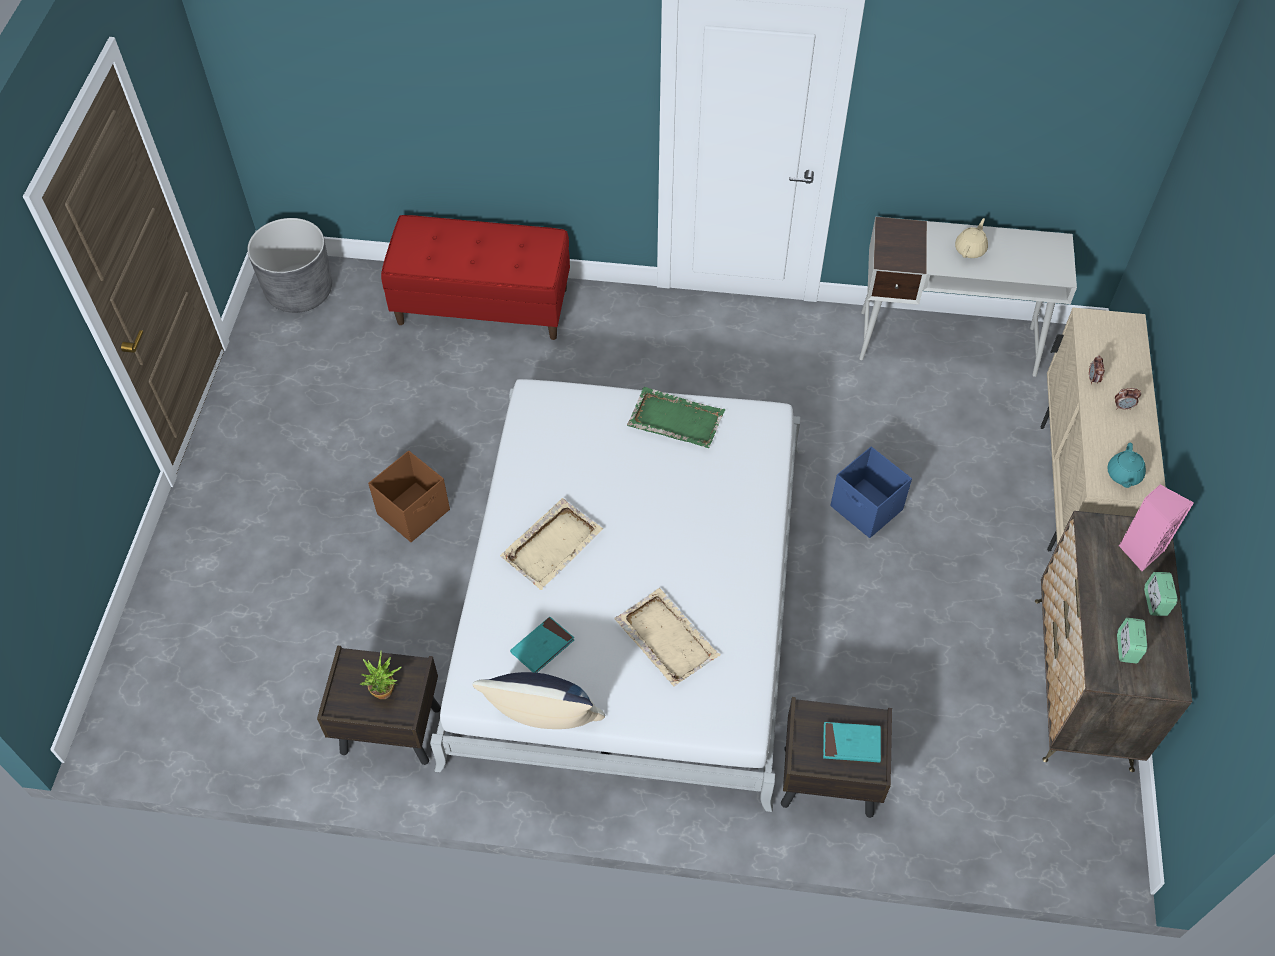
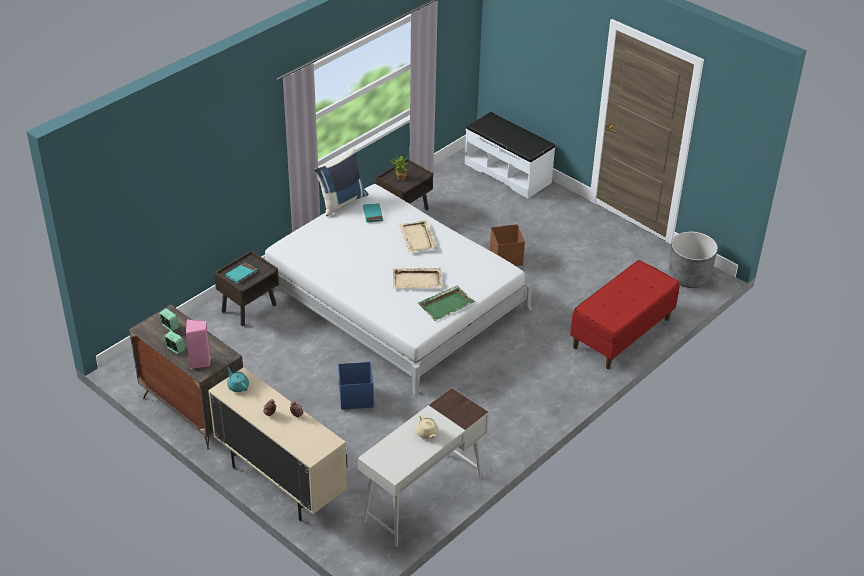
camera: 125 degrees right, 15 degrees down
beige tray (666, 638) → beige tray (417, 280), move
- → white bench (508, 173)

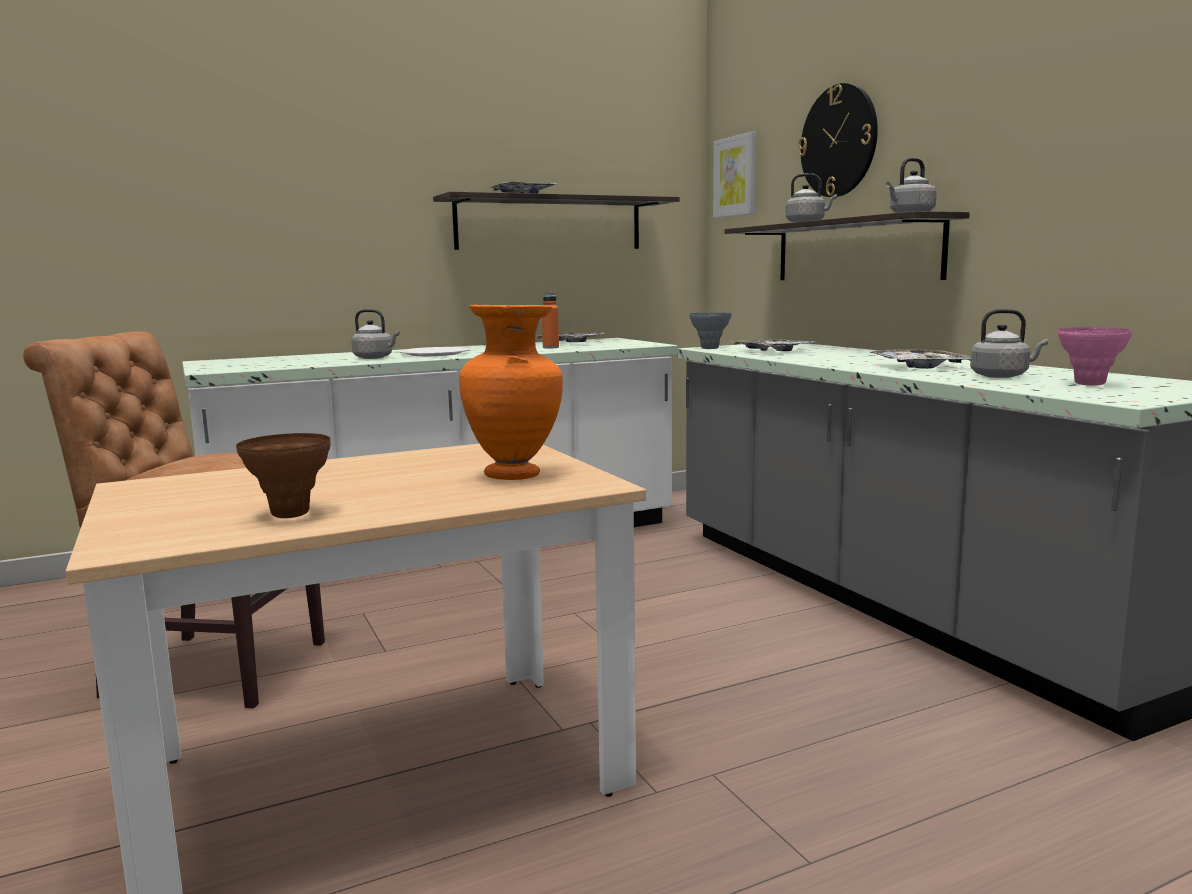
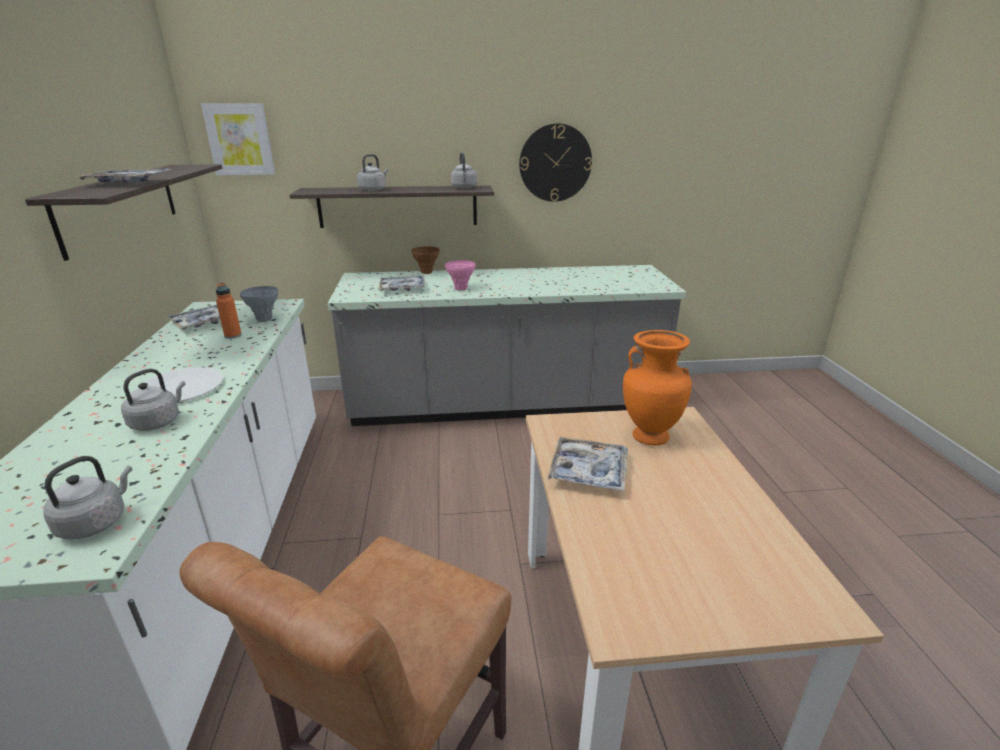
camera: 70 degrees left, 15 degrees up
wall clock (838, 141) → wall clock (555, 163), move
grey kettle (1002, 376) → grey kettle (96, 522), move
grey vase (710, 348) → grey vase (264, 319), move
pink vase (1089, 384) → pink vase (461, 289), move
tray (920, 366) → tray (588, 471), move
brown vase (290, 514) → brown vase (426, 272), move

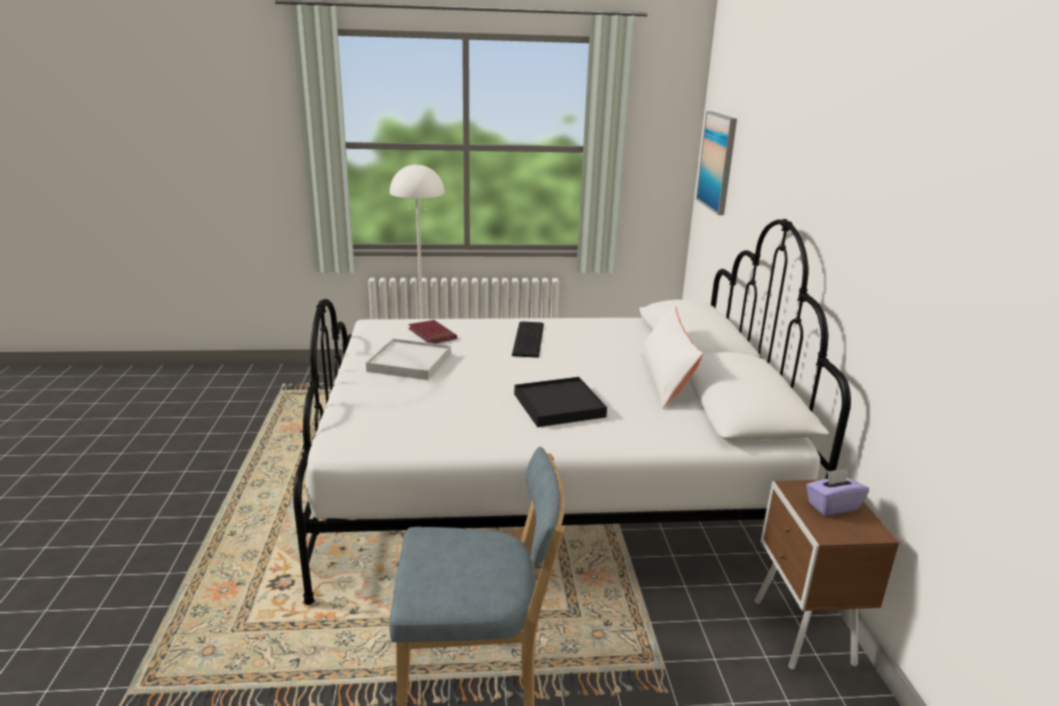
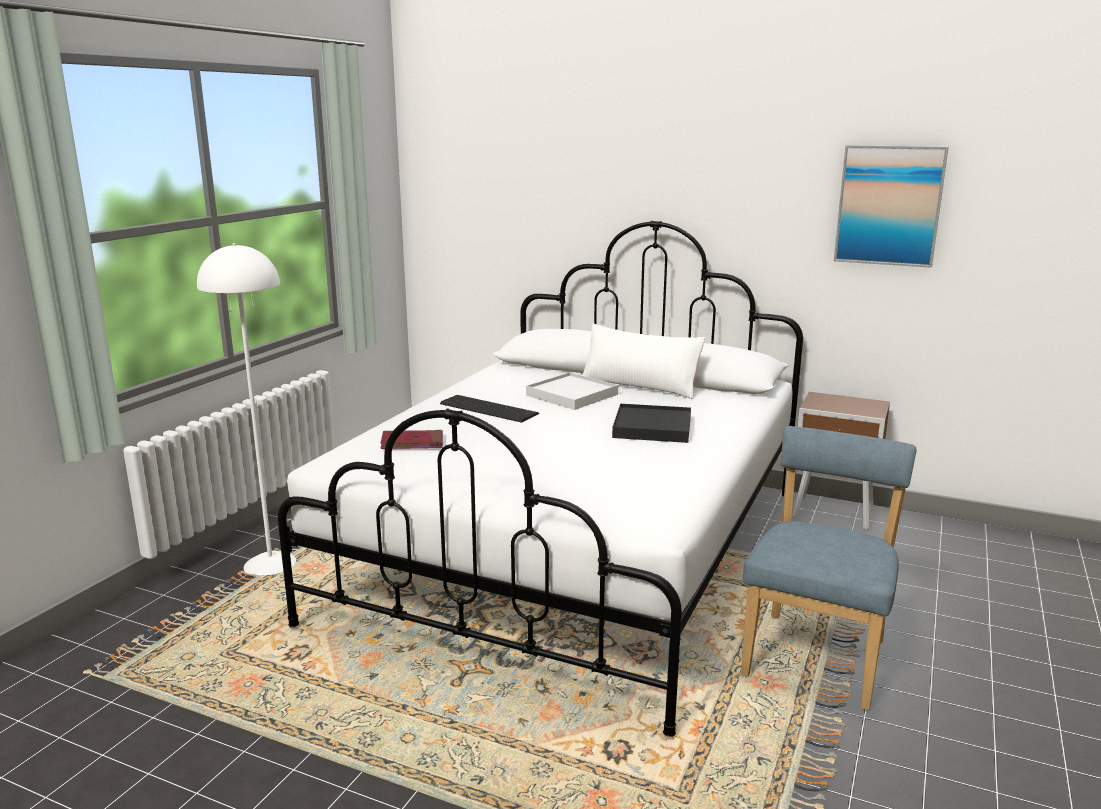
camera: 60 degrees left, 5 degrees down
picture (717, 162) → picture (889, 205), move
white tray (409, 363) → white tray (572, 395), move
purple tissue box (832, 506) → -

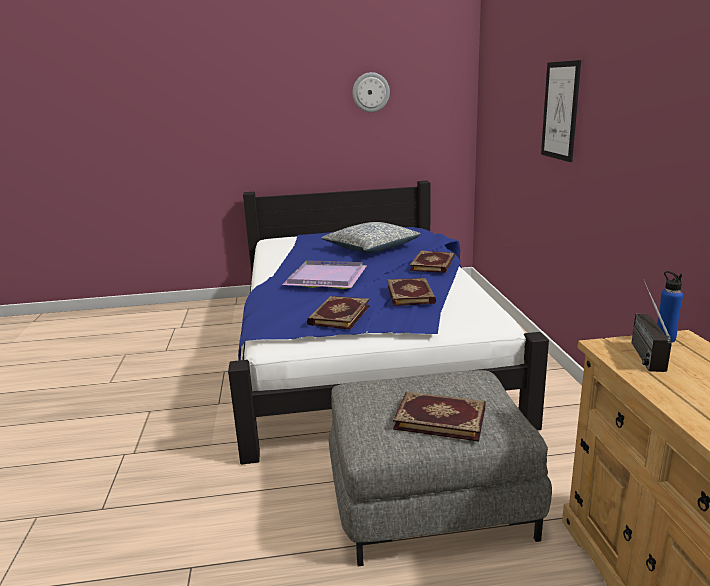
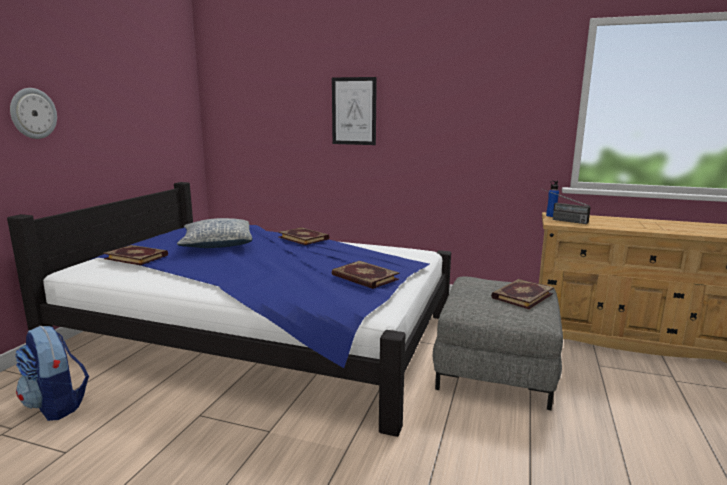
camera: 65 degrees left, 5 degrees down
wall clock (370, 92) → wall clock (33, 113), move
purple tray (327, 278) → -
book (411, 294) → book (137, 257), move
- → backpack (57, 405)

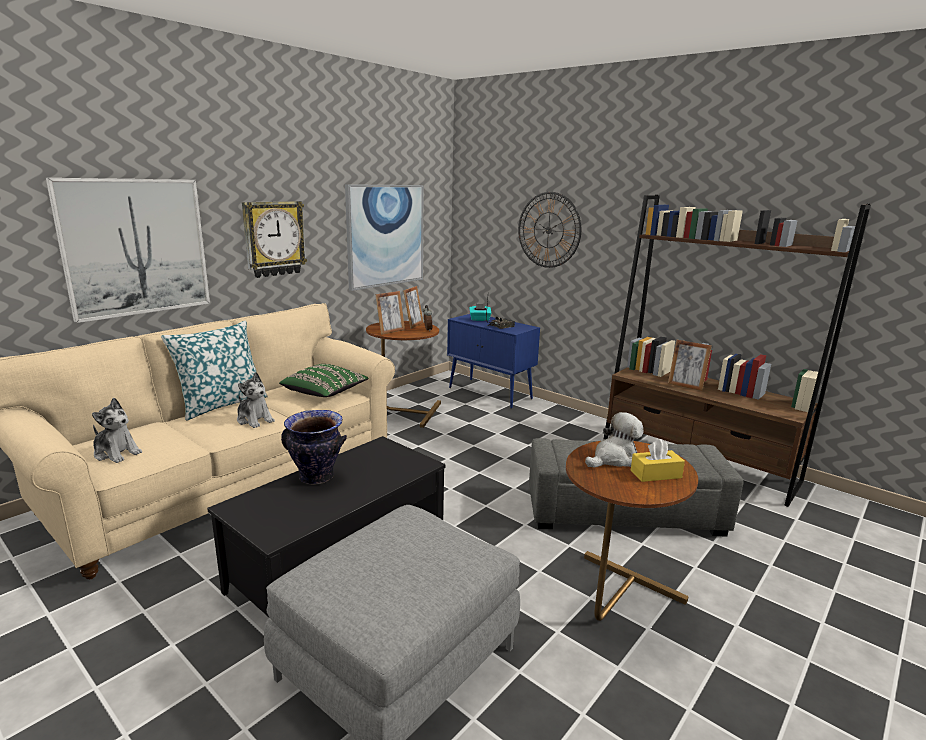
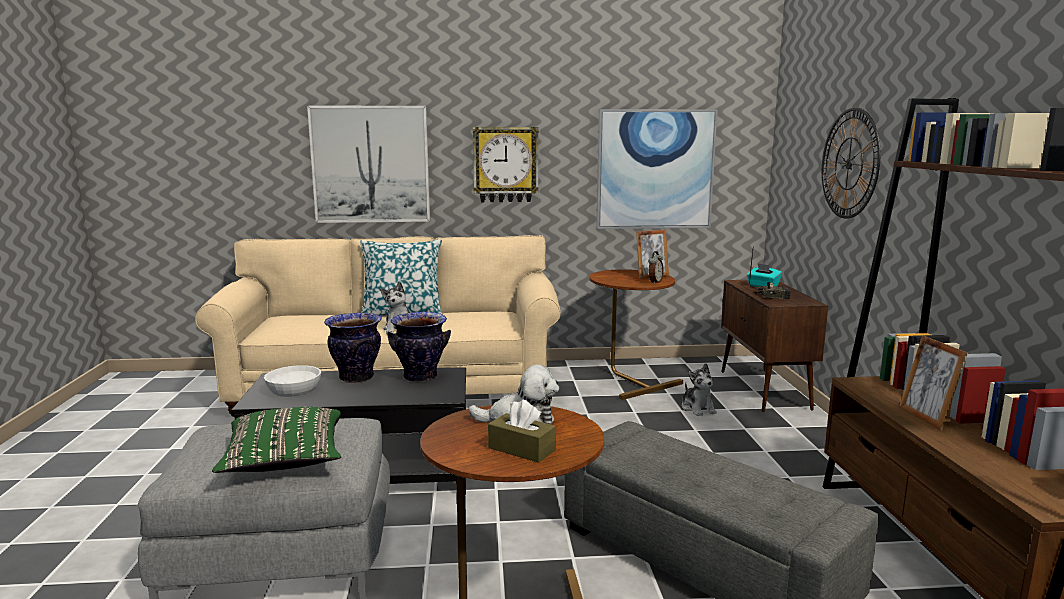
camera: 45 degrees right, 5 degrees down
picture frame (390, 331) → -
blue cabinet (490, 393) → brown cabinet (764, 390)
green pillow (325, 393) → green pillow (284, 461), move
plush toy (117, 453) → plush toy (697, 408), move
yellow tissue box (655, 474) → brown tissue box (522, 449)
- → vase (420, 377)
- → white bowl (293, 390)

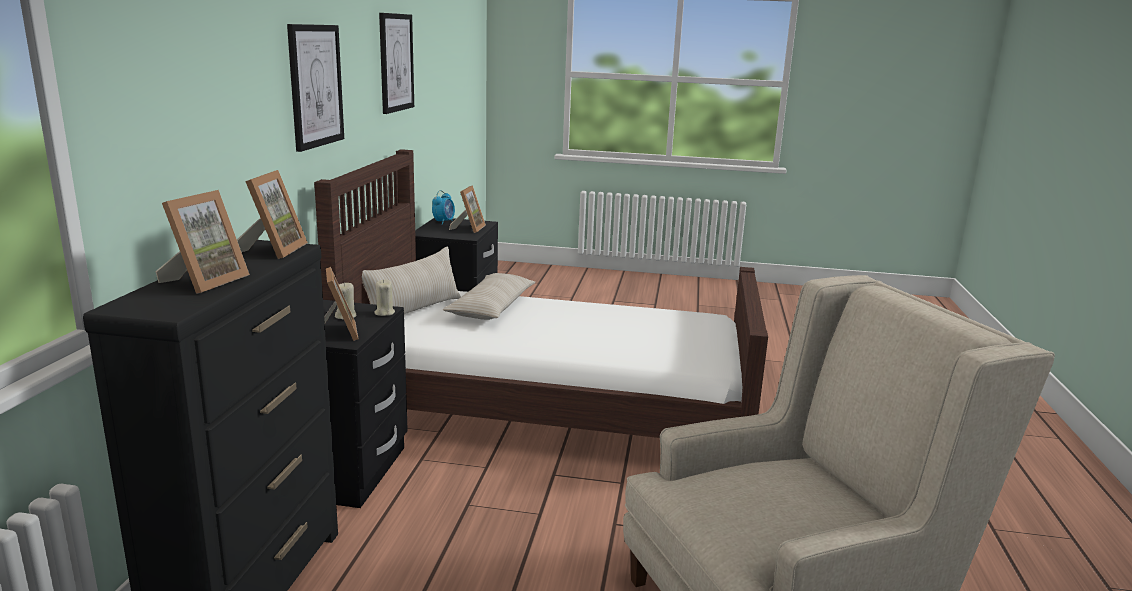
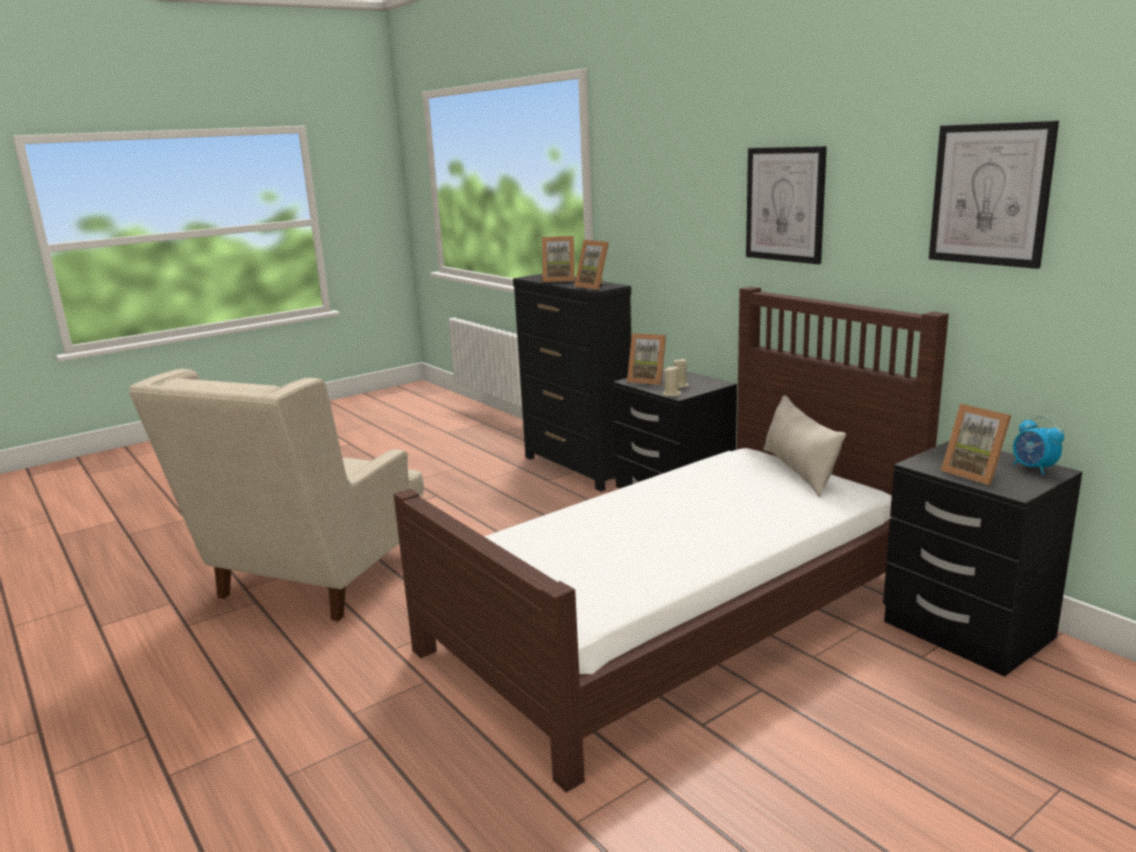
camera: 135 degrees right, 0 degrees up
picture frame (205, 281) → picture frame (559, 280), 60 degrees counterclockwise
beige pillow (491, 308) → -

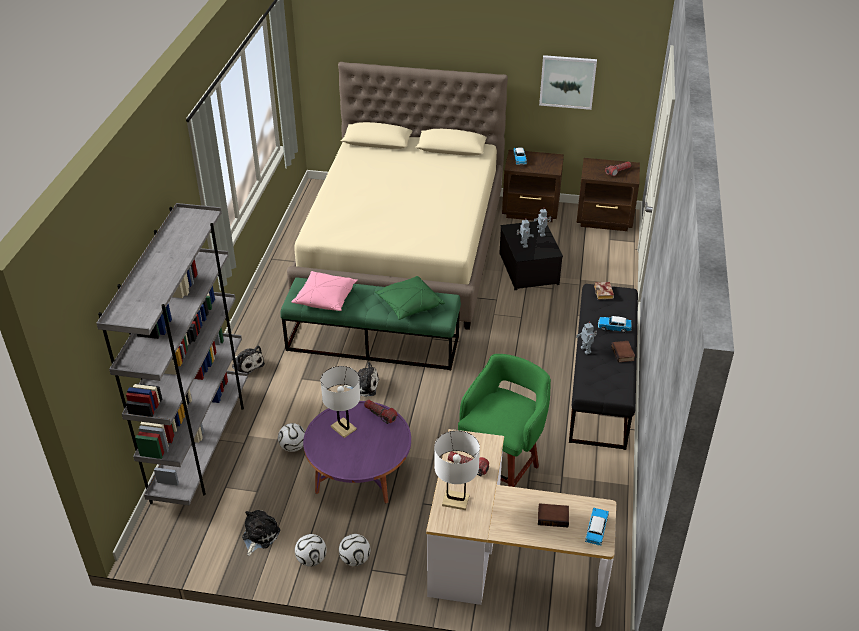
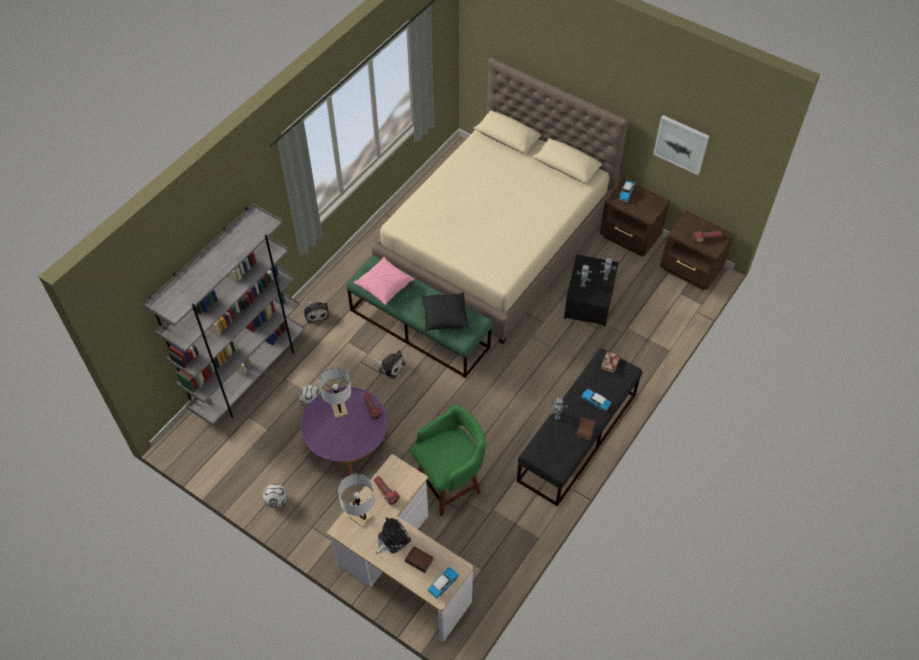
camera: 25 degrees right, 15 degrees up
green pillow (409, 305) → black pillow (444, 317)
plush toy (259, 536) → plush toy (392, 539), move
football (355, 559) → -

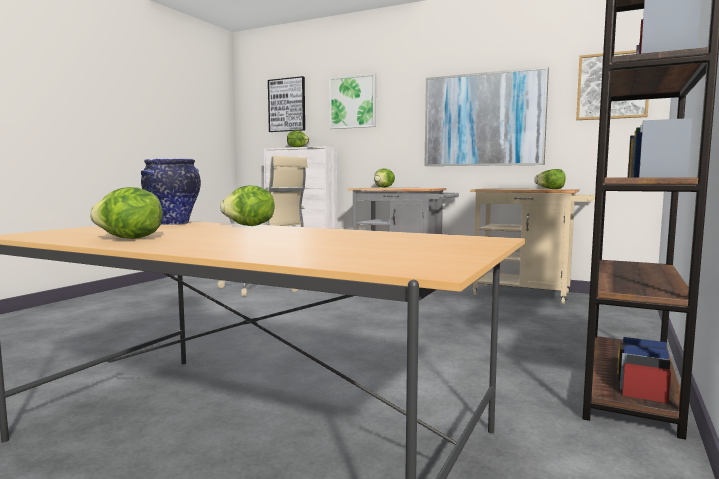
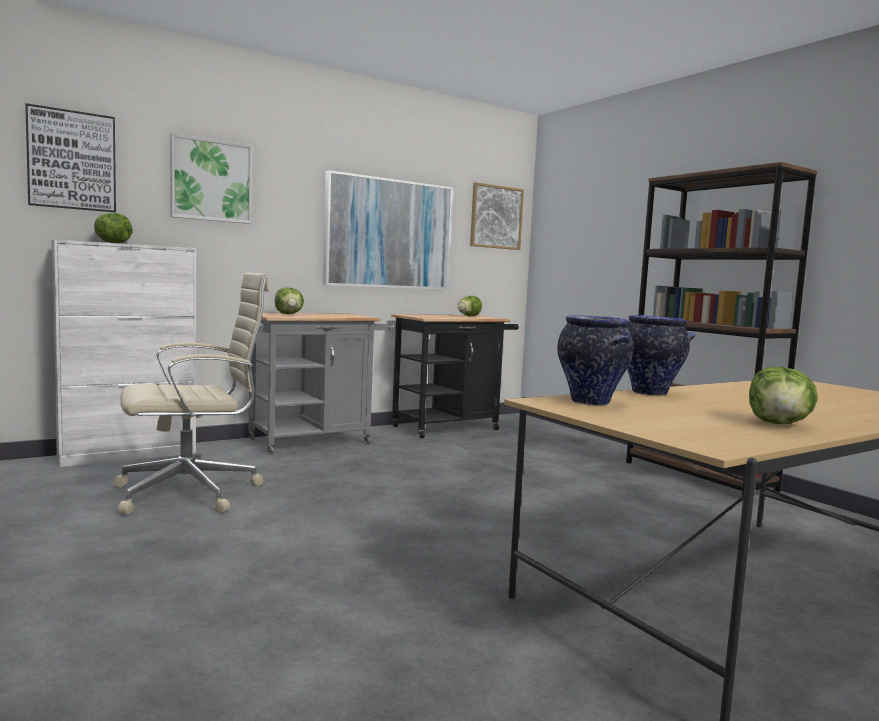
camera: 60 degrees left, 0 degrees up
lettuce (250, 226) → vase (650, 393)
beige cart (528, 294) → black cart (451, 427)

